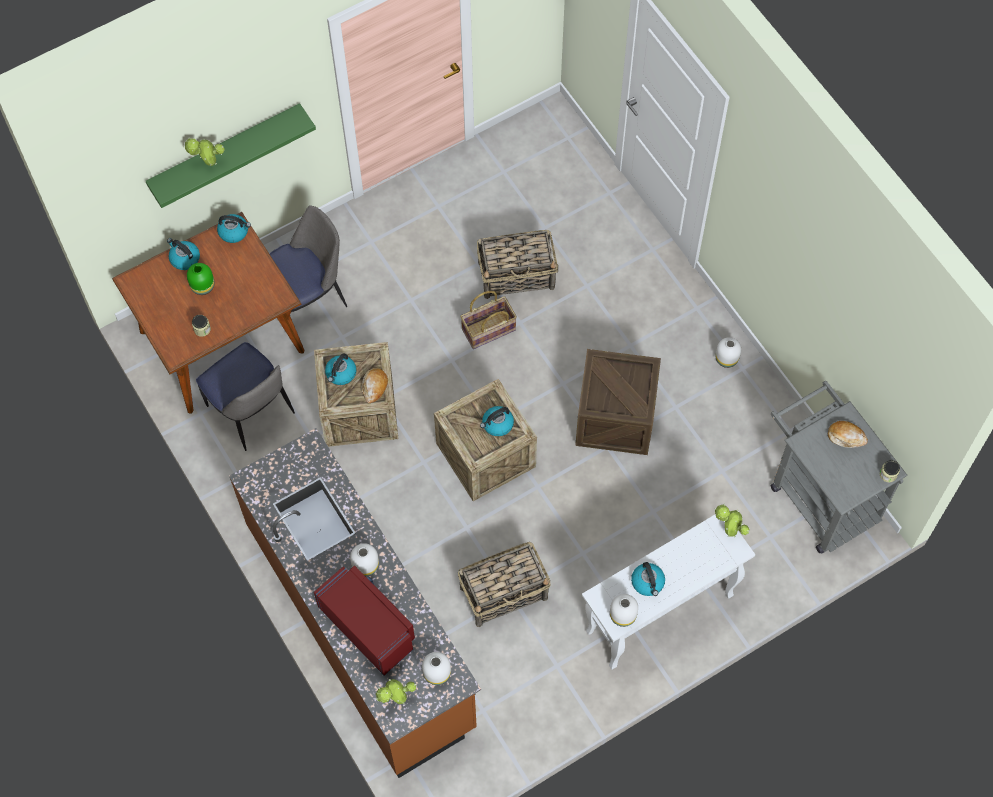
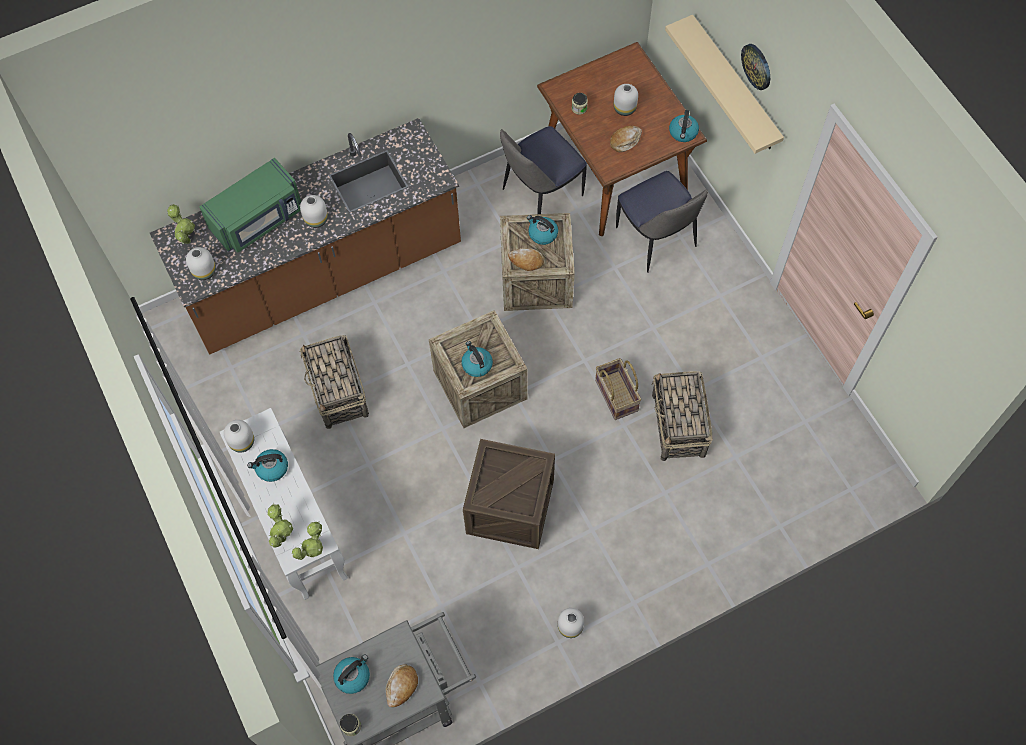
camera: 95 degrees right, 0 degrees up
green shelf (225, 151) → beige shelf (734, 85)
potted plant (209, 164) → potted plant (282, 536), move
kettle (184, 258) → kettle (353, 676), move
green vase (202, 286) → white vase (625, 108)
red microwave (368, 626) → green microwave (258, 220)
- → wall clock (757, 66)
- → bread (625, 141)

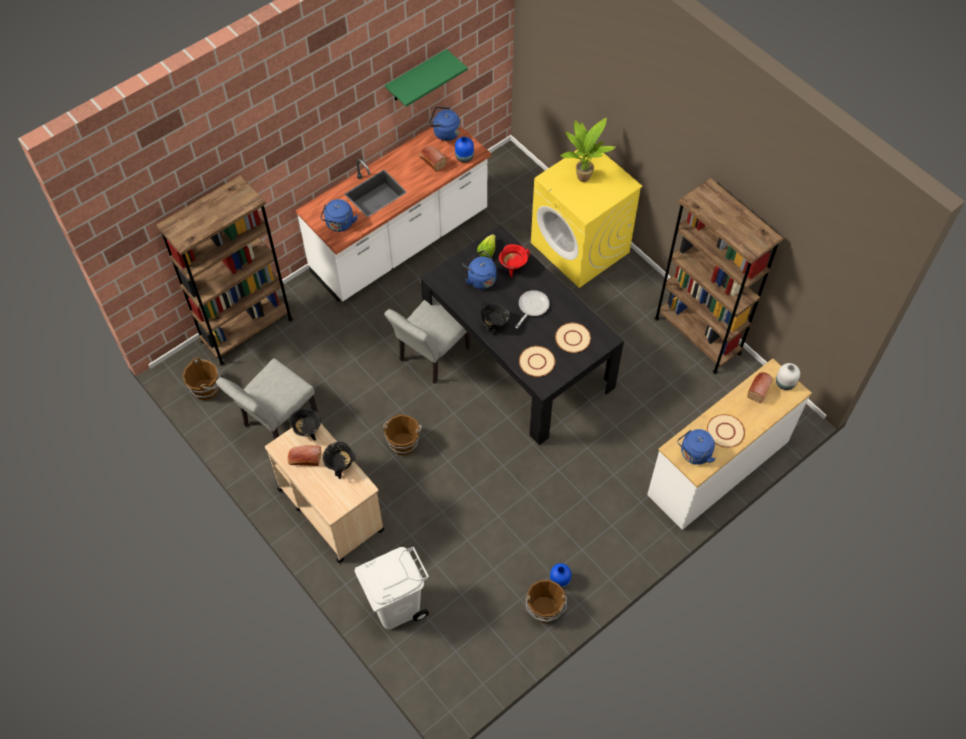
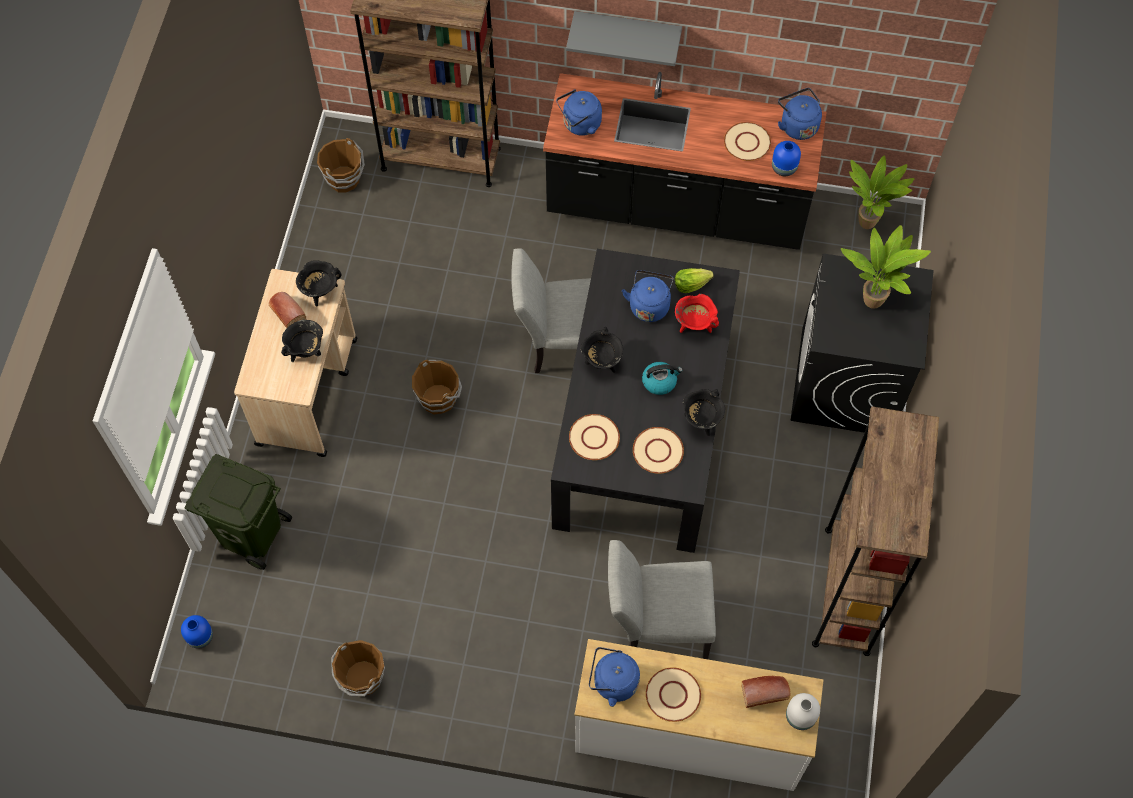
camera: 50 degrees right, 5 degrees up
green shelf (416, 76) → -
white counter (400, 243) → black counter (676, 208)
bread (432, 161) → beige plate (747, 142)
yellow washing machine (580, 248) → black washing machine (846, 383)
frying pan (531, 307) → kettle (660, 381)
grey chair (276, 423) → grey chair (656, 624), move
white trash can (396, 606) → green trash can (251, 533)
blue vase (559, 580) → blue vase (201, 636), move
- → grey shelf (627, 30)
- → potted plant (869, 222)
- → black cooking pot (701, 421)

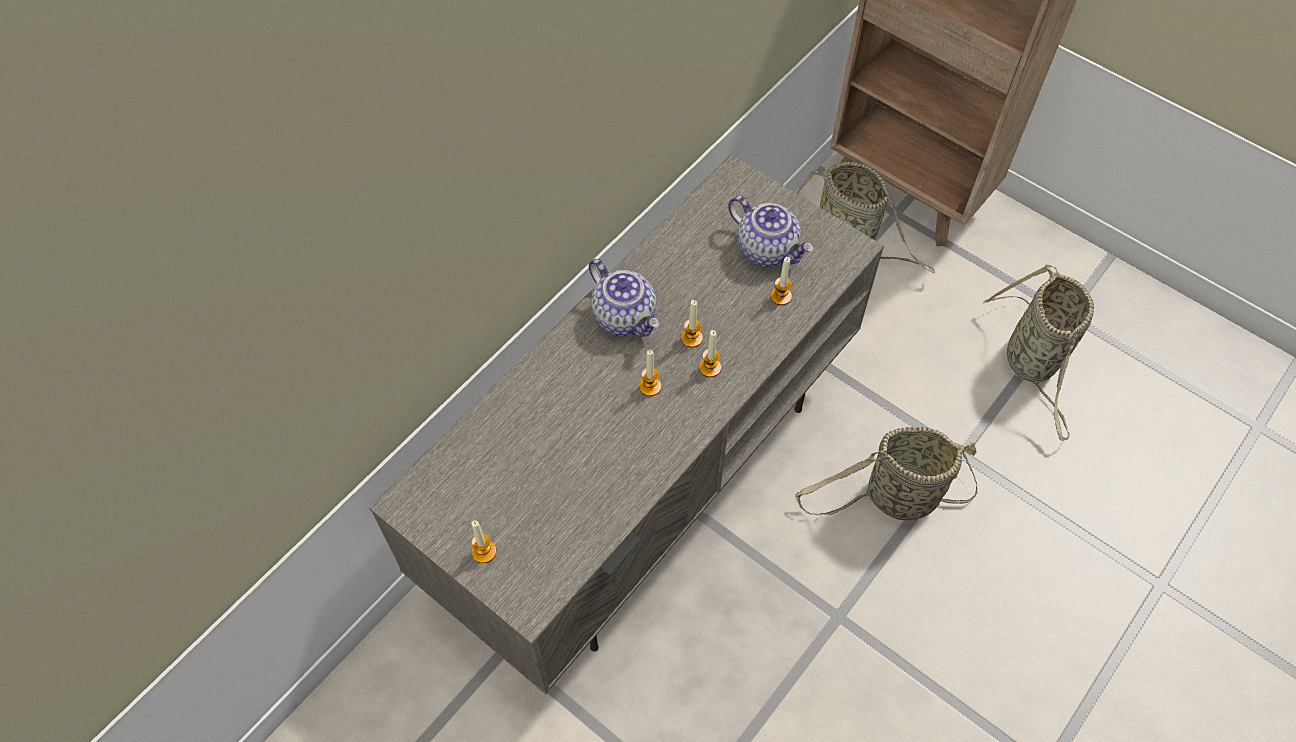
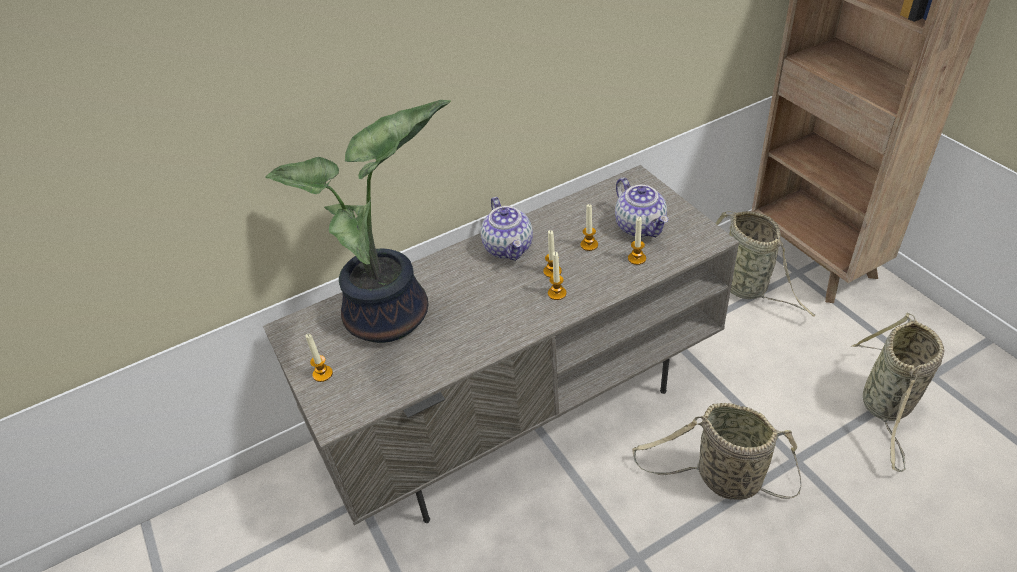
camera: 25 degrees right, 15 degrees down
candle (650, 386) → candle (589, 245), move
- → potted plant (392, 318)

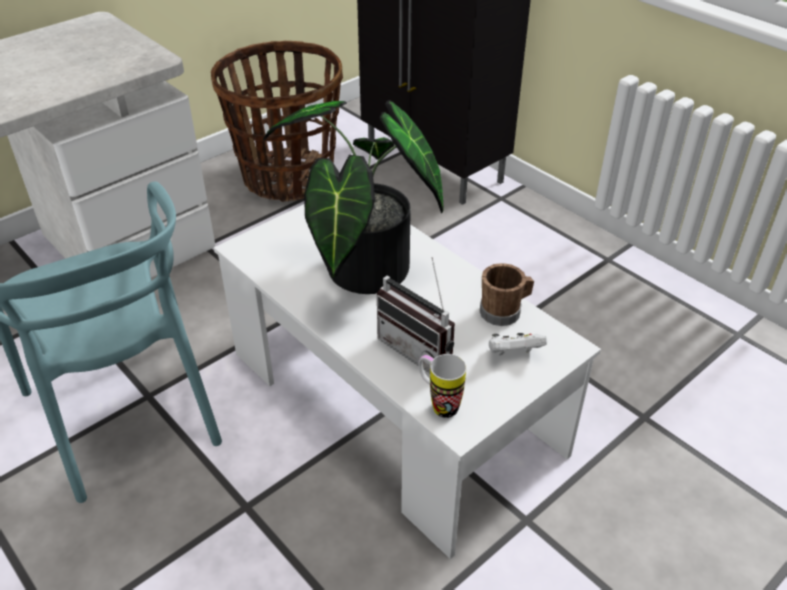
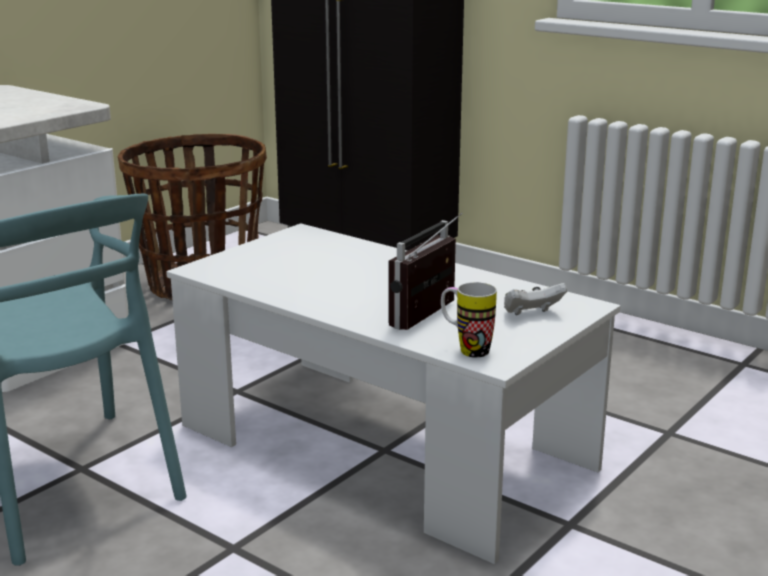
camera: 10 degrees left, 20 degrees down
potted plant (360, 274) → -
radio (421, 349) → radio (431, 318), 90 degrees clockwise
brown mug (504, 311) → -

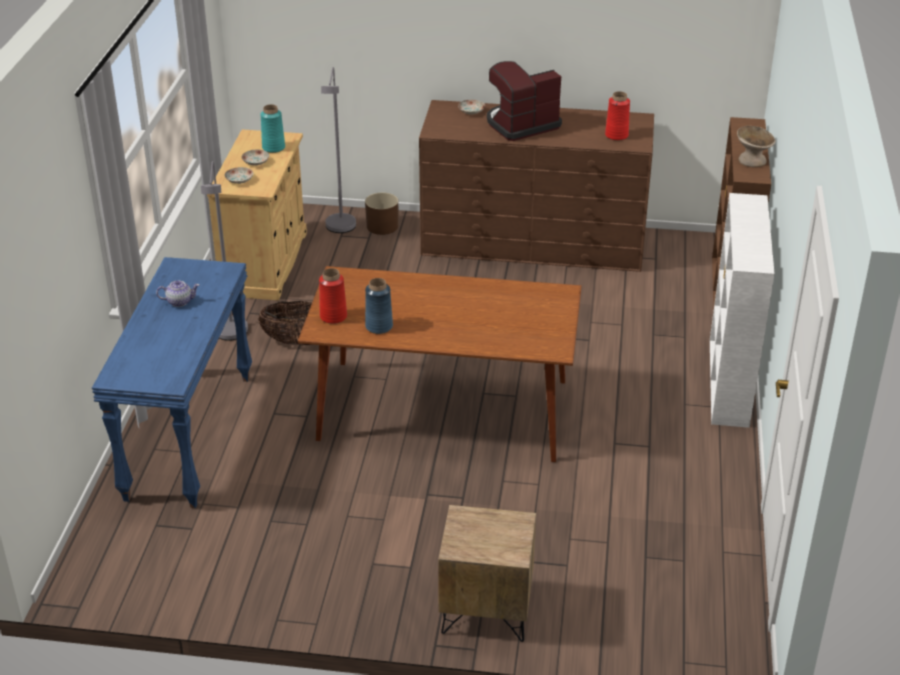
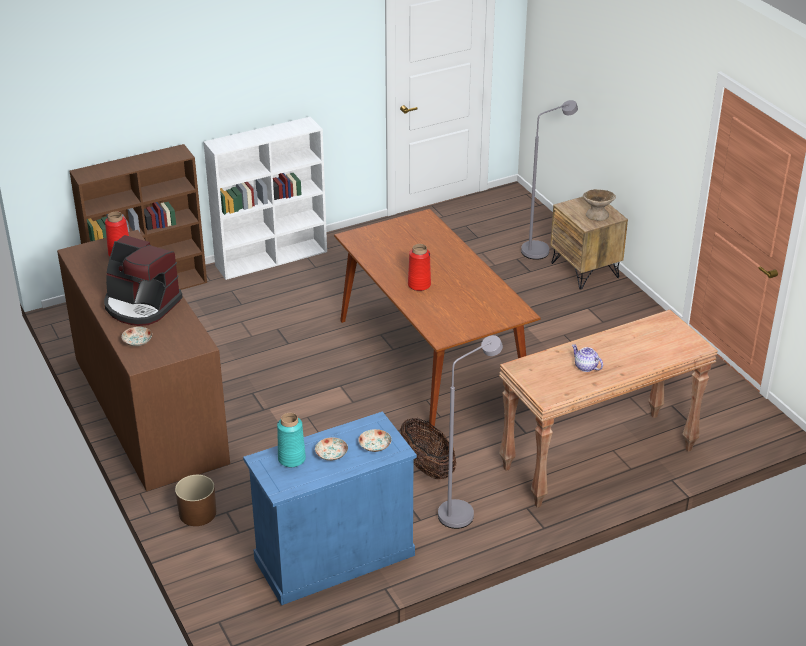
camera: 125 degrees left, 0 degrees up
grey floor lamp (340, 230) → grey floor lamp (541, 249), move
beige bowl (752, 160) → beige bowl (597, 215), move
beige cabinet (265, 263) → blue cabinet (334, 557)
blue console table (188, 436) → brown console table (598, 460)
red vase (333, 316) → red vase (419, 285), move
blue vase (379, 326) → -

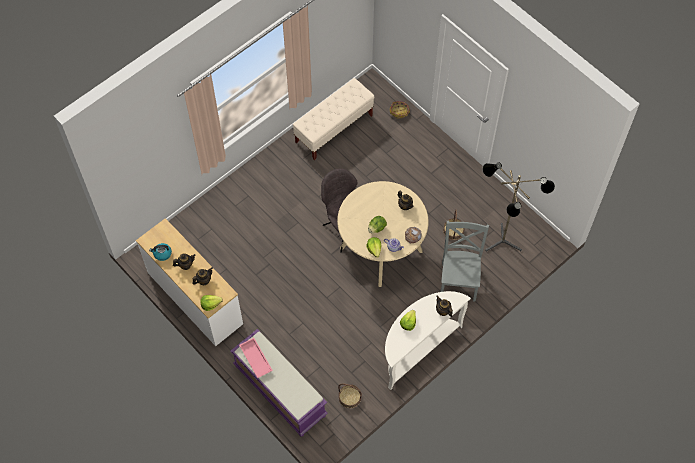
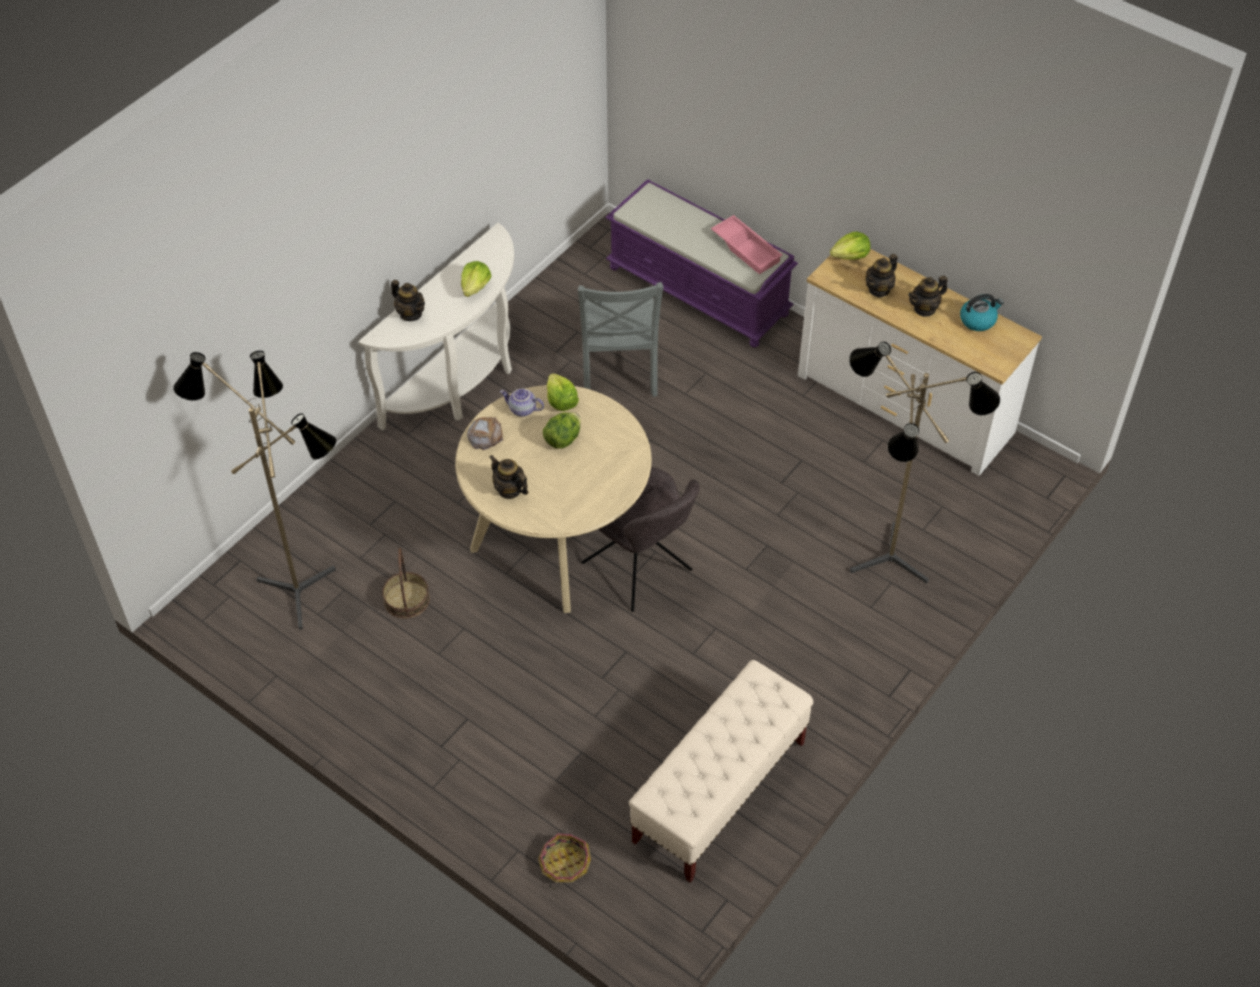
camera: 170 degrees right, 10 degrees down
grey chair (459, 279) → grey chair (618, 372), move
basket (349, 397) → -
- → floor lamp (886, 566)

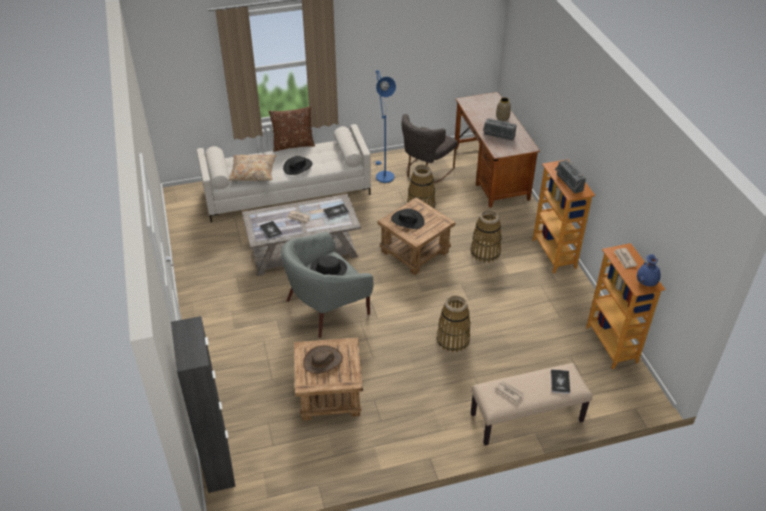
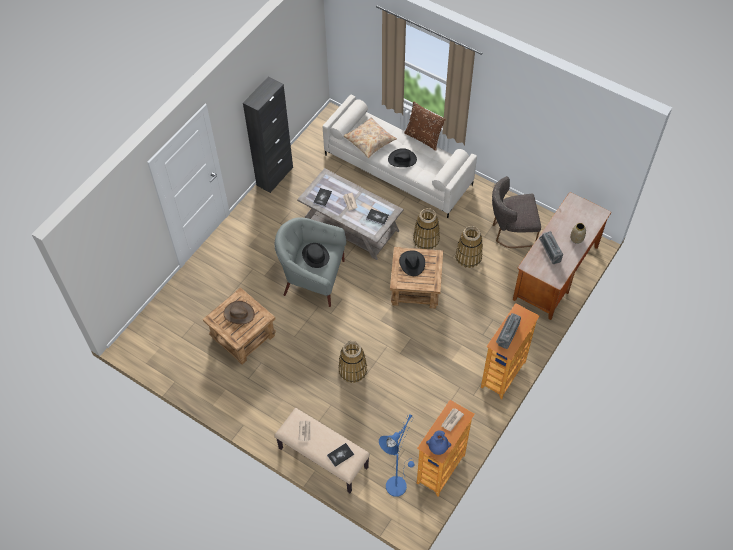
camera: 50 degrees right, 15 degrees up
blue floor lamp (383, 175) → blue floor lamp (397, 482), move
basket (485, 252) → basket (426, 239), move
black cabinet (218, 465) → black cabinet (275, 176), move

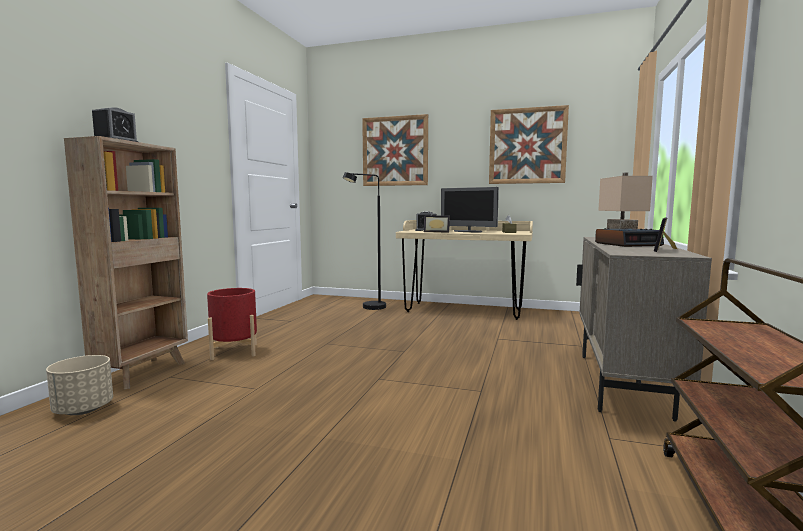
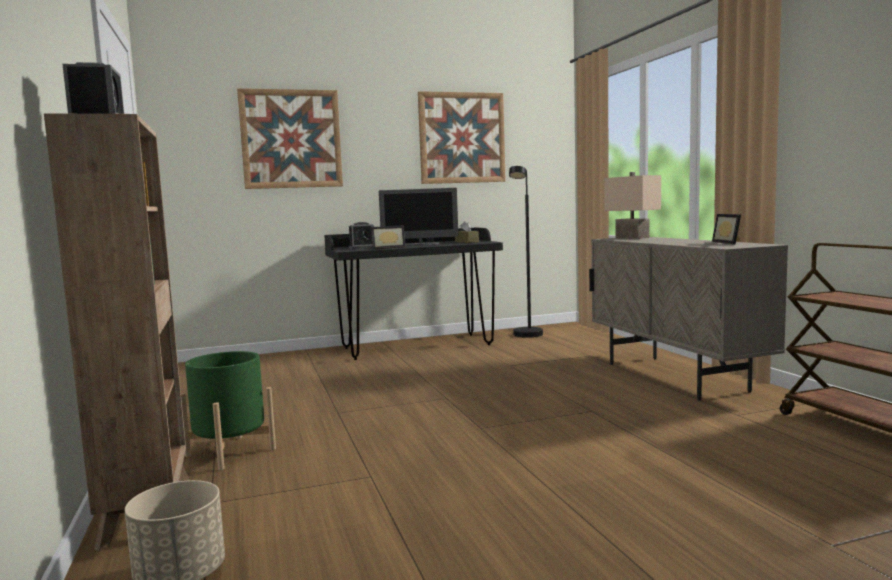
camera: 35 degrees left, 0 degrees up
black floor lamp (368, 308) → black floor lamp (526, 336), move
beige desk (463, 310) → black desk (417, 346)
alarm clock (628, 244) → -
red planter (234, 351) → green planter (230, 452)

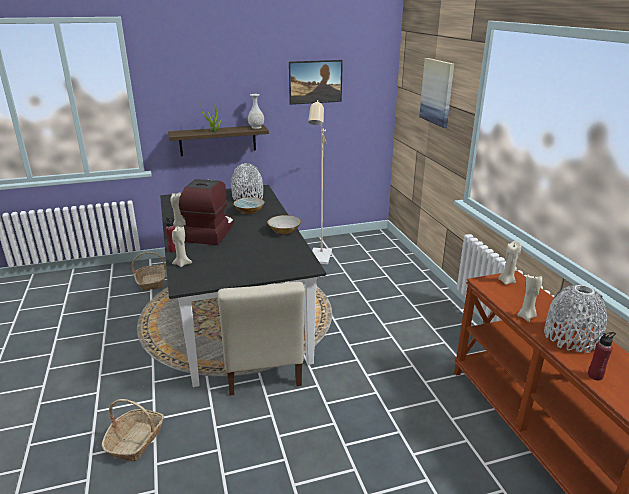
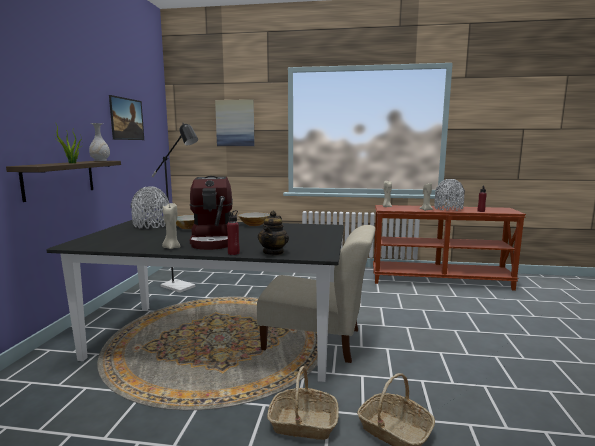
camera: 65 degrees left, 15 degrees down
beige floor lamp (319, 259) → black floor lamp (182, 287)
coffee machine (210, 232) → coffee machine (214, 240), 135 degrees counterclockwise
beige candle (182, 264) → teapot (273, 252)
basket (152, 281) → basket (303, 423), move

